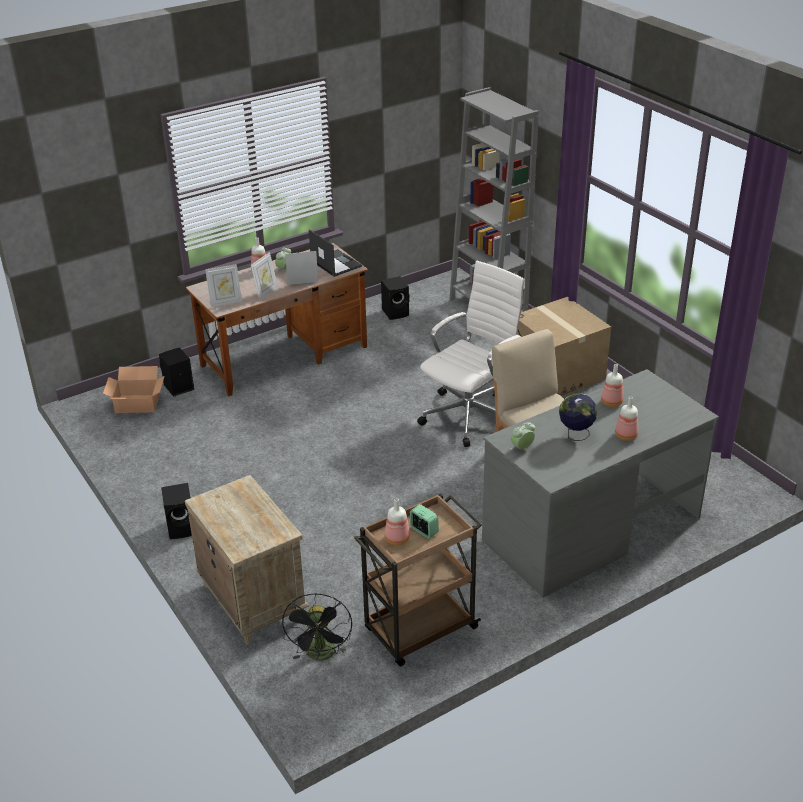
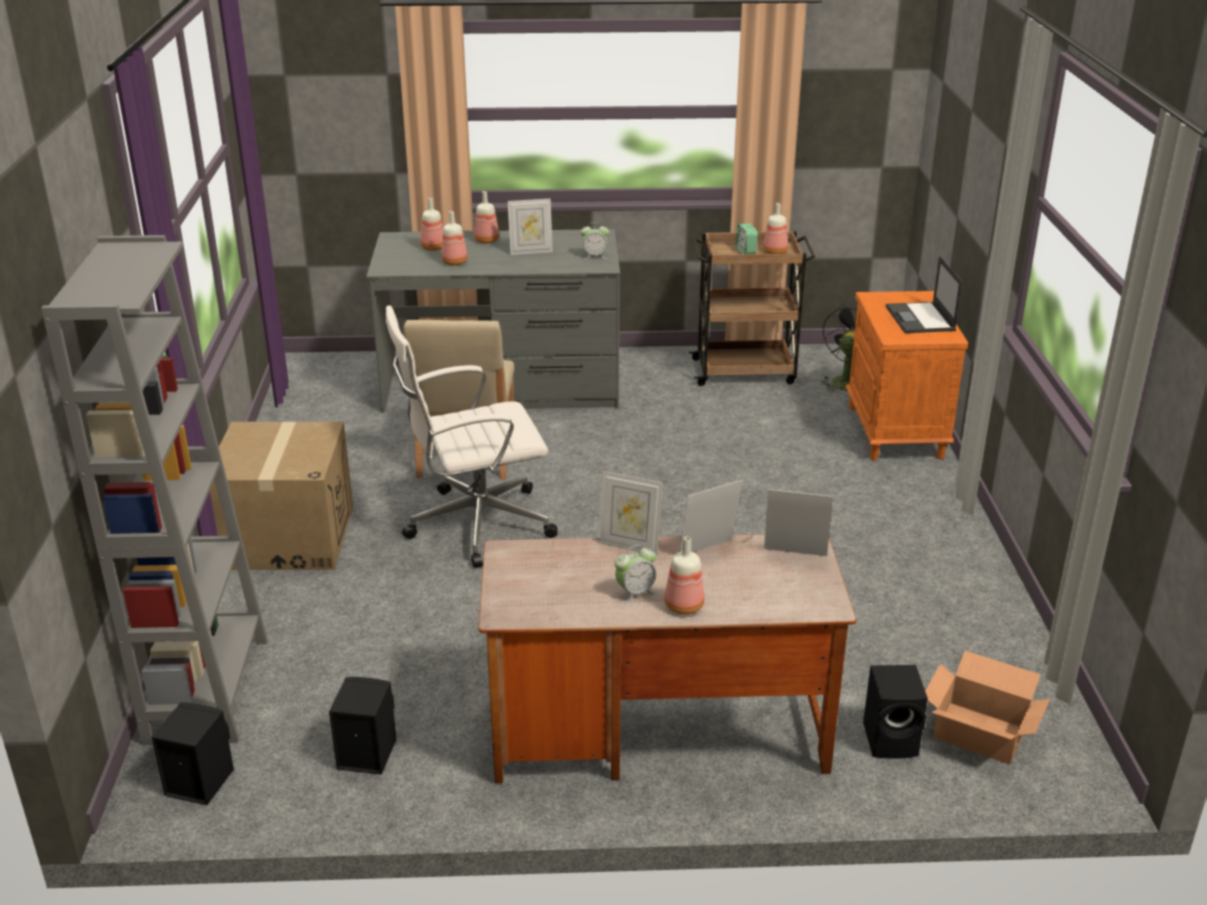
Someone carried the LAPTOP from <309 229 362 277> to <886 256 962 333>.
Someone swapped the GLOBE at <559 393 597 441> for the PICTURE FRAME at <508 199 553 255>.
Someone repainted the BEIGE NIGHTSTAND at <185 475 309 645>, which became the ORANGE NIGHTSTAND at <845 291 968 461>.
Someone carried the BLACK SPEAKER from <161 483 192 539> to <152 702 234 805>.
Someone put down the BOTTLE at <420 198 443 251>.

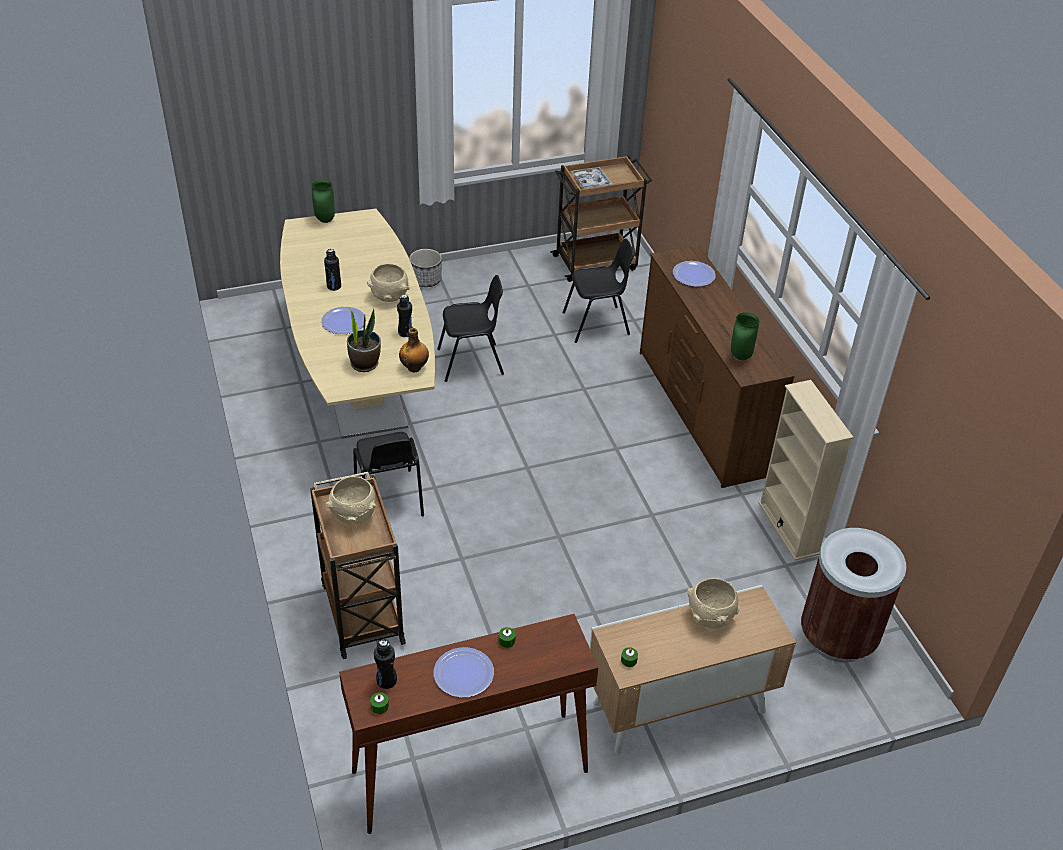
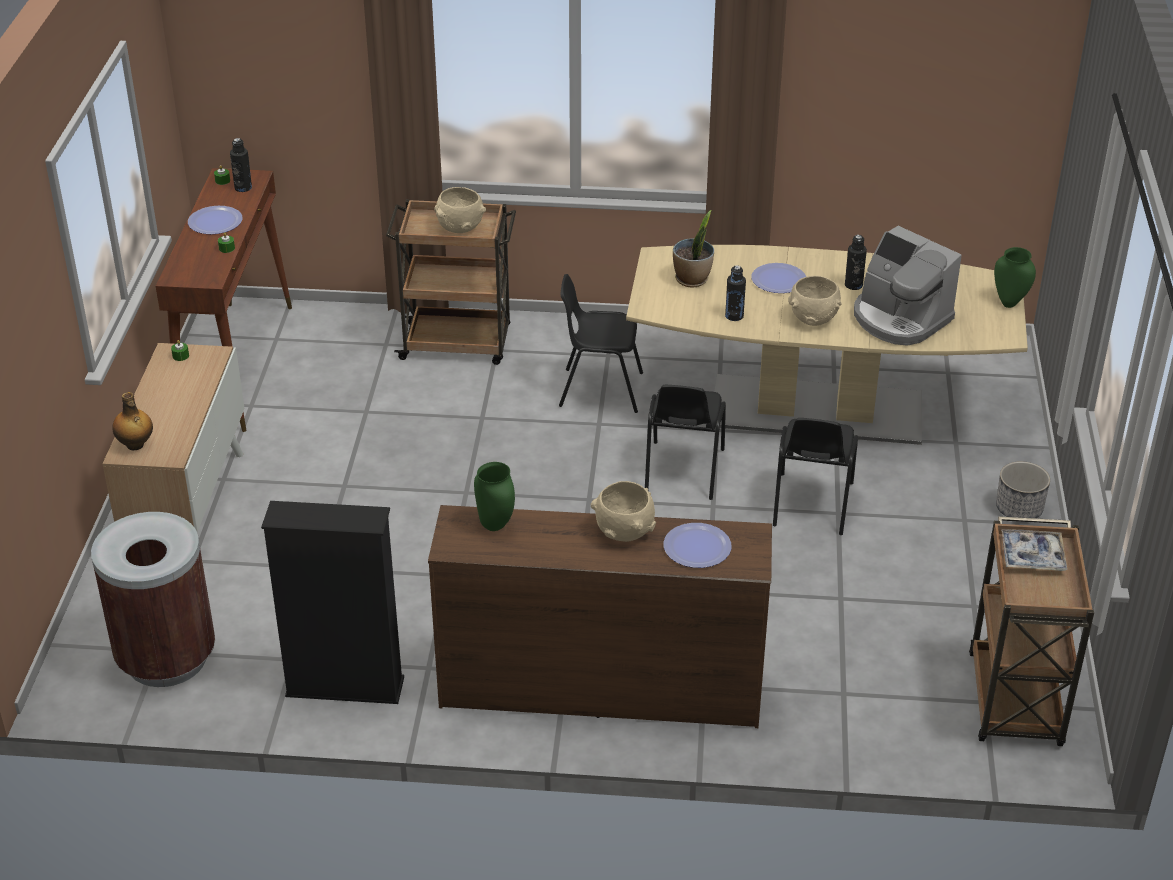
Someone carried the BLACK CHAIR from <563 239 635 343> to <645 385 726 500>.
Someone carried the BOTTLE from <399 328 429 372> to <112 392 153 450>.
Someone repainted the BEIGE BOOKCASE at <758 380 853 561>, which became the BLACK BOOKCASE at <261 501 404 704>.
Someone carried the BEIGE BOWL from <687 578 740 629> to <591 481 656 542>.
Someone put down the COFFEE MACHINE at <854 226 962 346>.

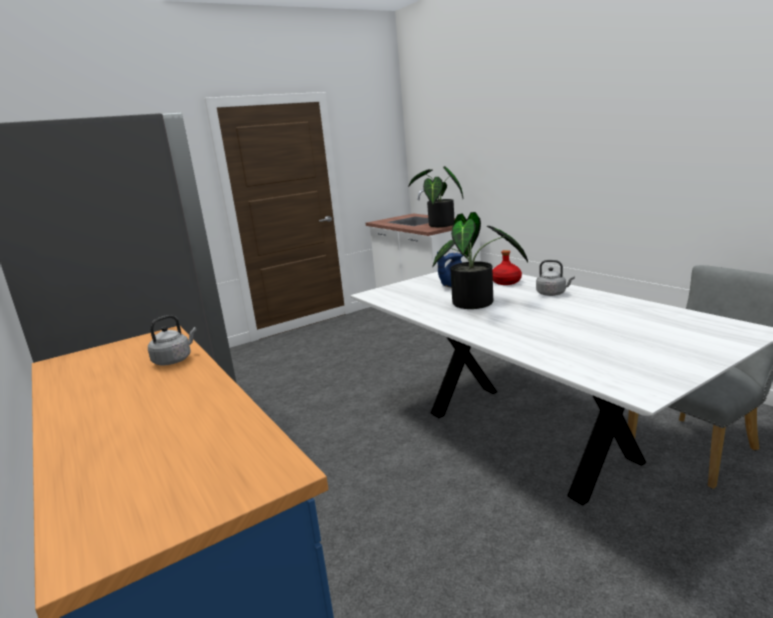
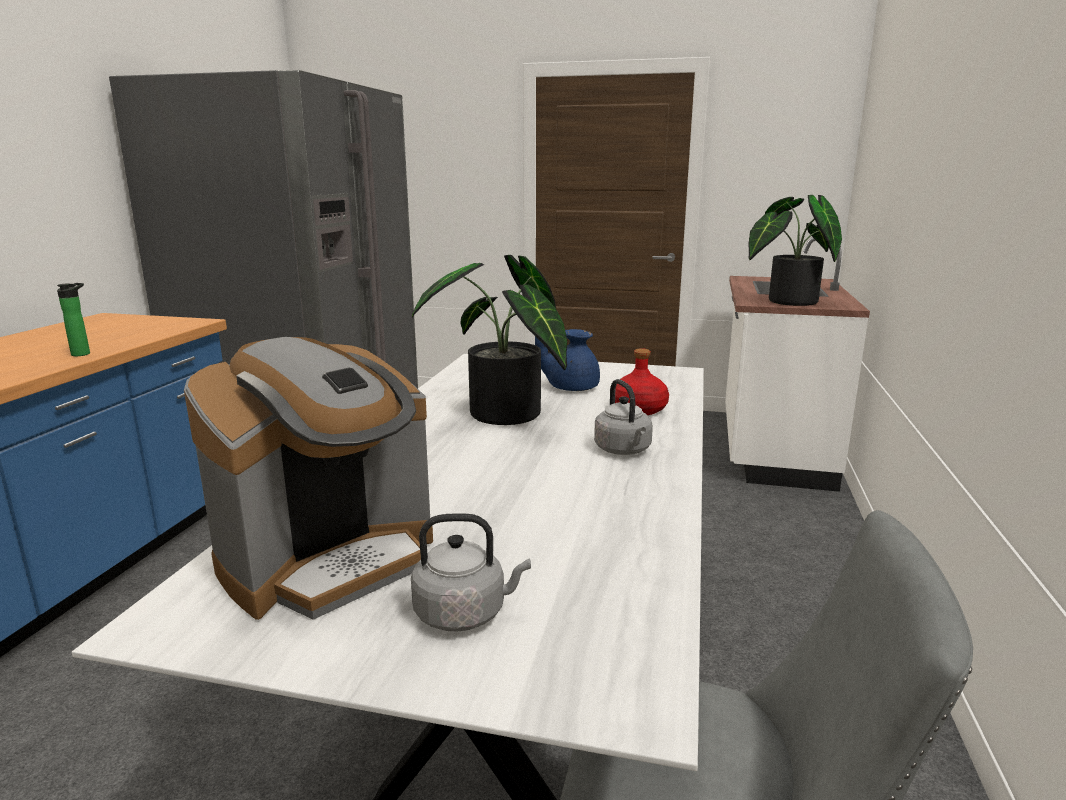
Someone carried the GREY KETTLE from <148 315 197 365> to <411 513 531 632>.
Someone put down the BOTTLE at <57 283 90 356>.
Someone put down the COFFEE MACHINE at <184 337 433 620>.

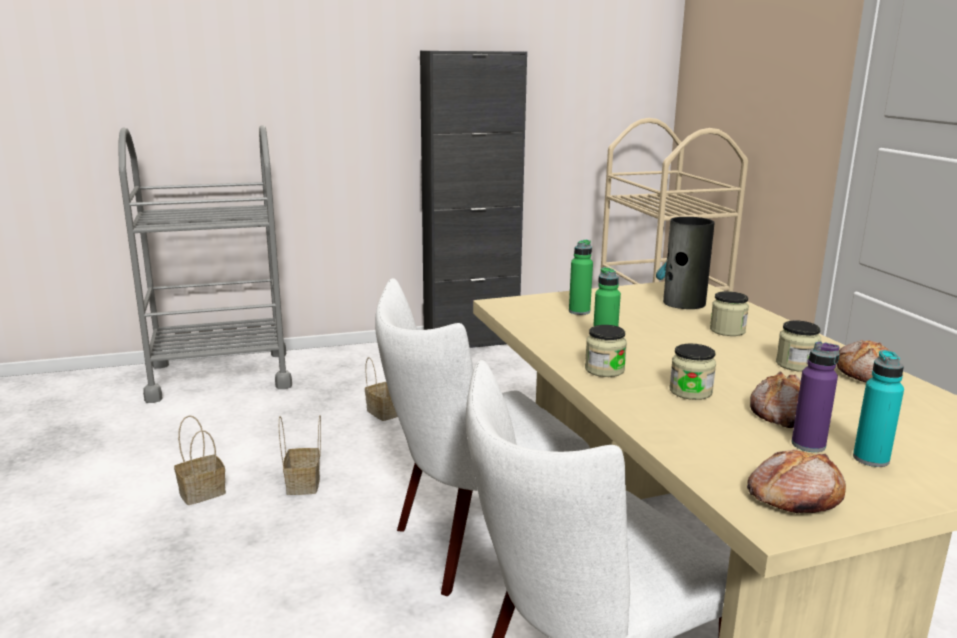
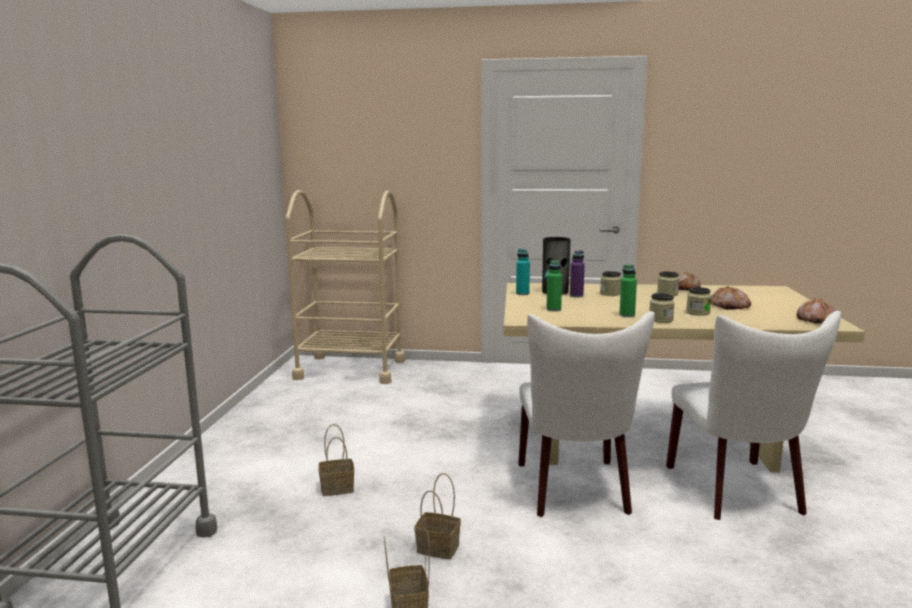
Someone took away the BLACK CABINET at <420 51 527 348>.
Someone carried the PURPLE BOTTLE from <791 341 840 452> to <570 250 585 298>.
Someone carried the TURQUOISE BOTTLE from <853 350 904 467> to <516 249 530 295>.

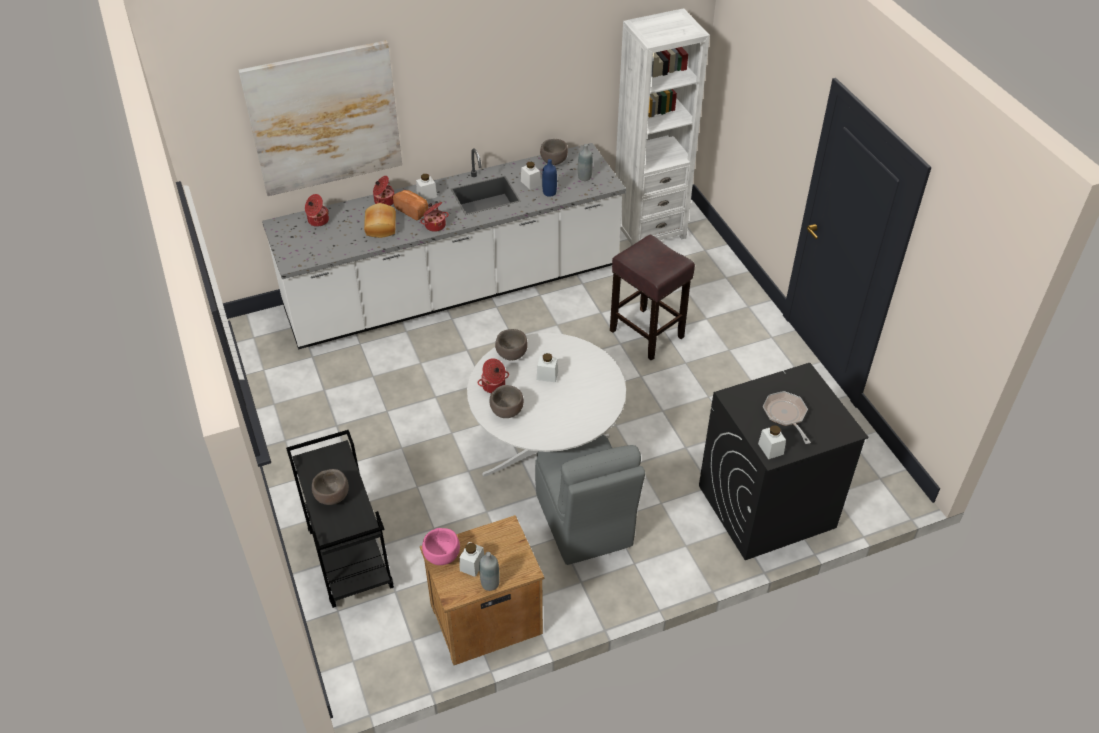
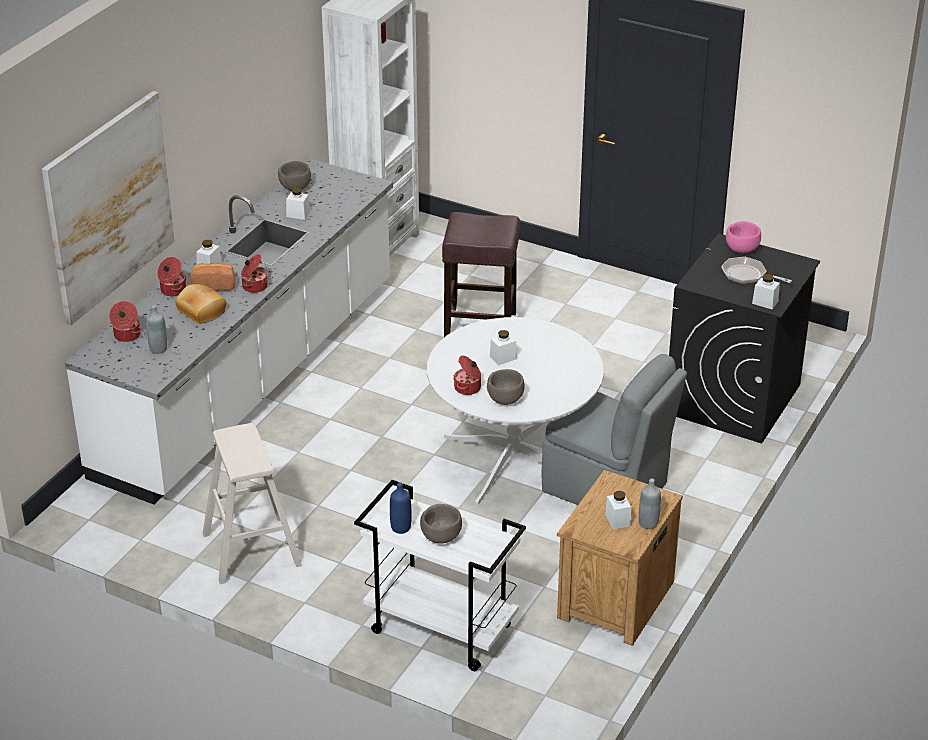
Someone carried the GREY BOTTLE from <578 144 593 181> to <146 305 167 354>.
Someone carried the BLUE BOTTLE from <542 159 557 197> to <390 482 412 534>.
Someone took away the BROWN BOWL at <495 329 528 361>.
Someone repainted the BLACK CART at <286 430 394 608>, which became the WHITE CART at <354 480 526 671>.
Someone carried the PINK BOWL from <422 528 460 565> to <726 221 761 253>.
Someone put down the BEIGE STOOL at <203 423 302 584>.

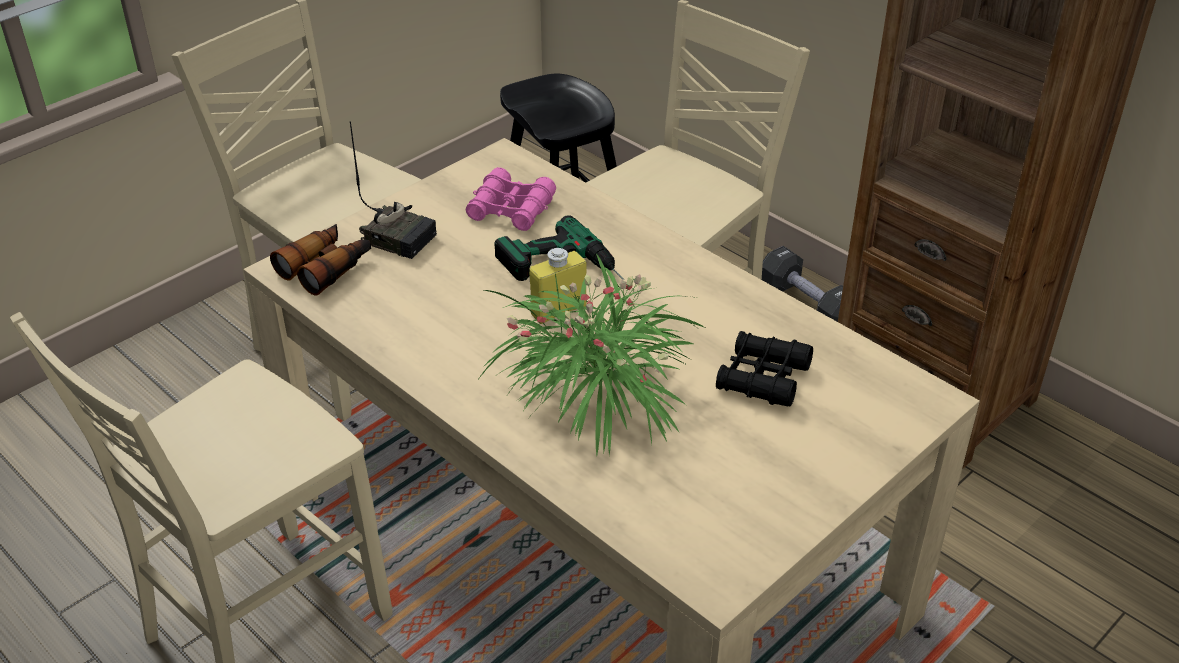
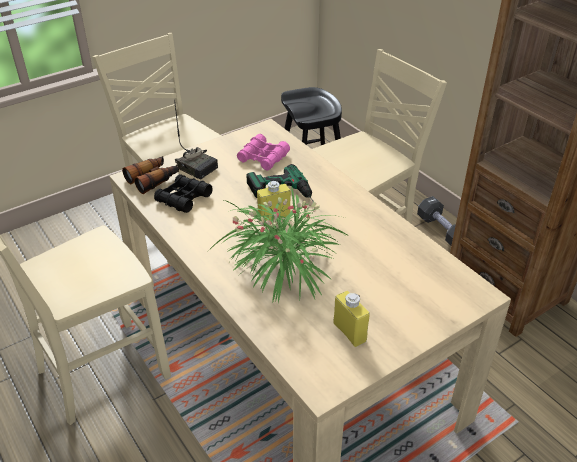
Someone carried the BLACK BINOCULARS from <716 331 813 406> to <154 174 212 213>.
Someone put down the YELLOW BOTTLE at <333 291 370 347>.

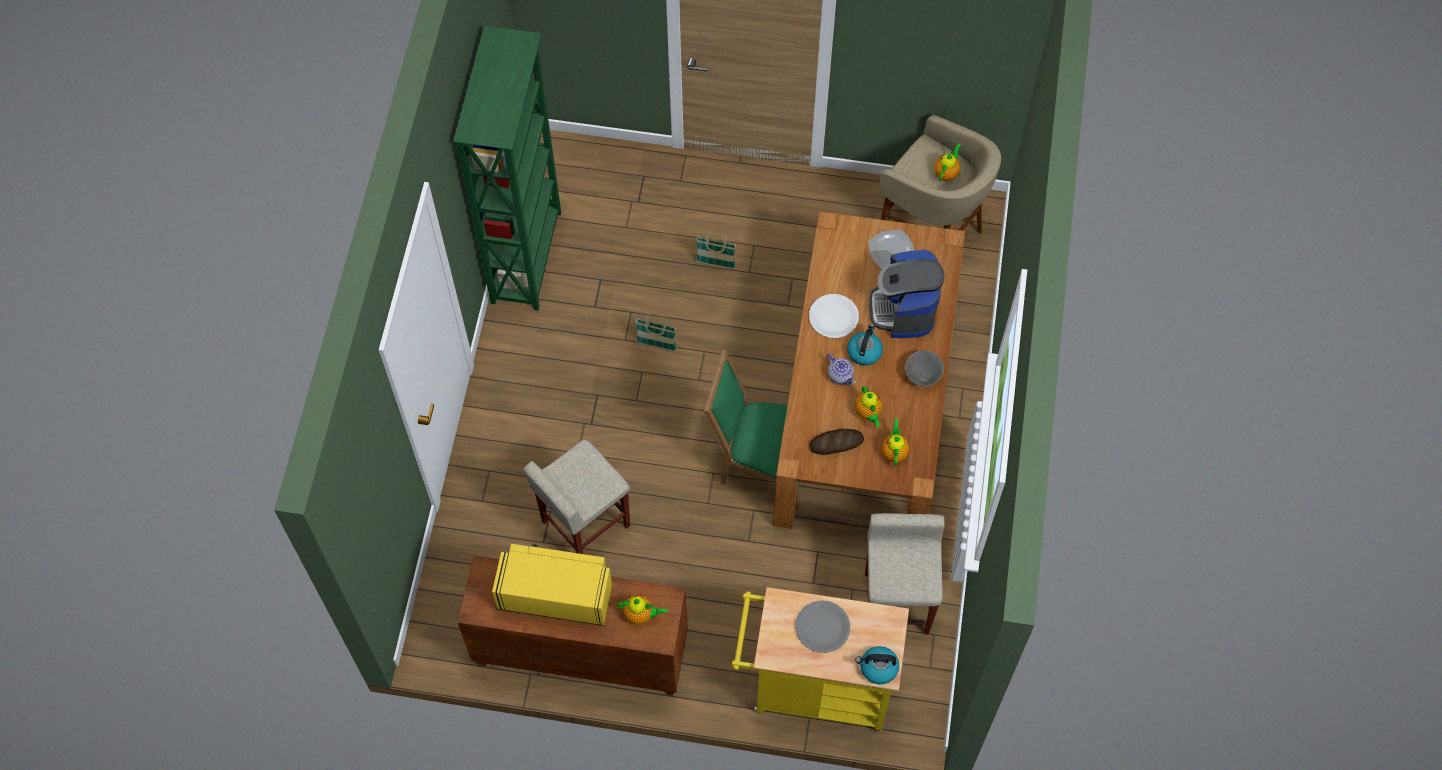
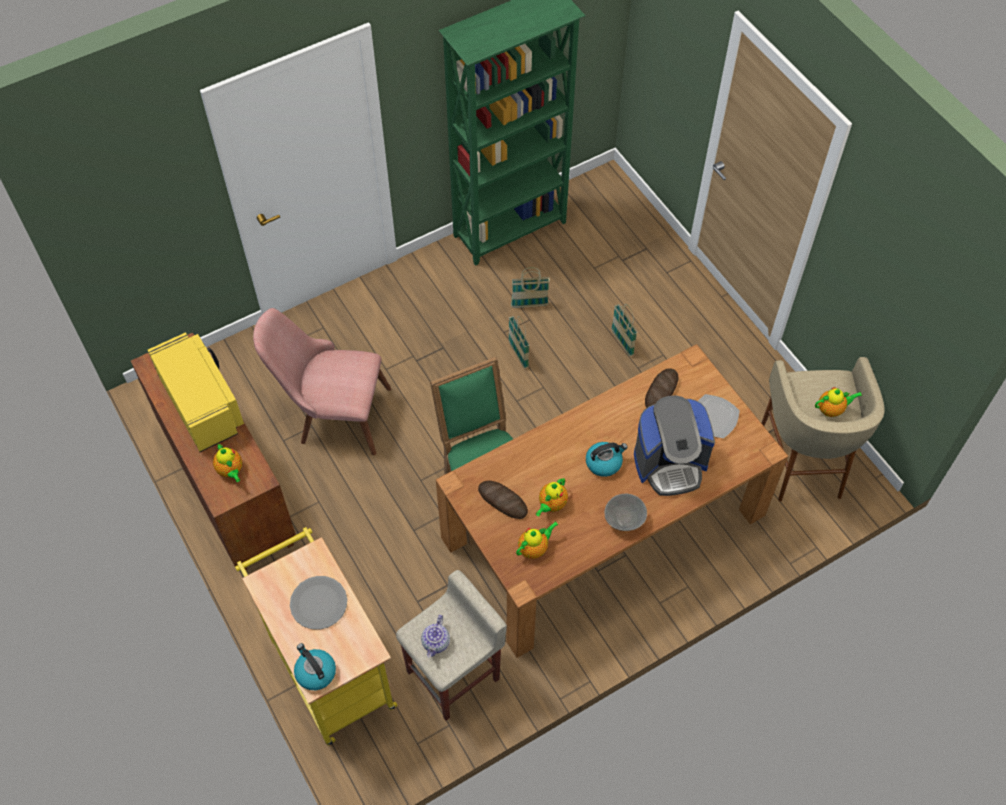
Someone rotated the COFFEE MACHINE at <869 250 945 338> by 150 degrees counterclockwise.
Someone took away the WHITE PLATE at <809 294 859 338>.
Someone carried the TEAPOT from <827 353 856 385> to <421 615 450 657>.
Someone swapped the BEIGE STOOL at <524 440 630 554> for the PINK CHAIR at <253 308 391 455>.
Someone put down the BASKET at <511 268 550 308>.
Someone put down the BREAD at <645 368 678 408>.

